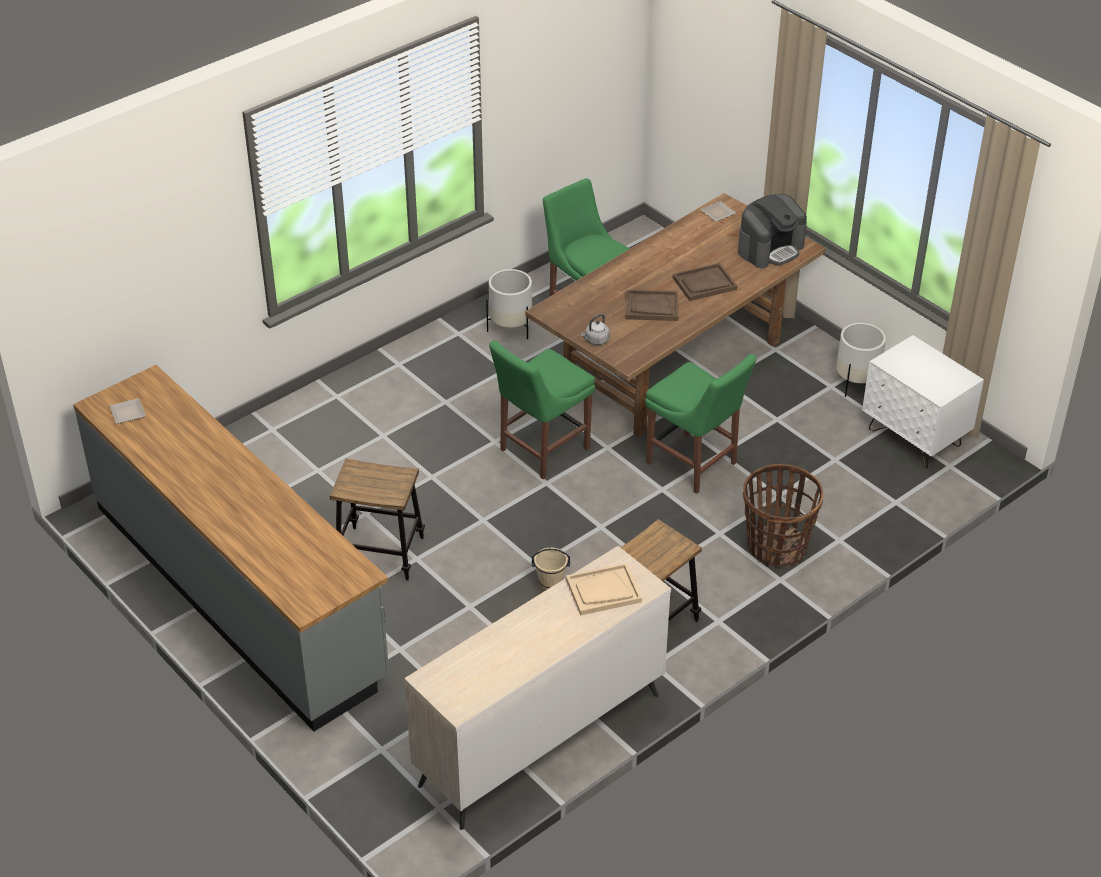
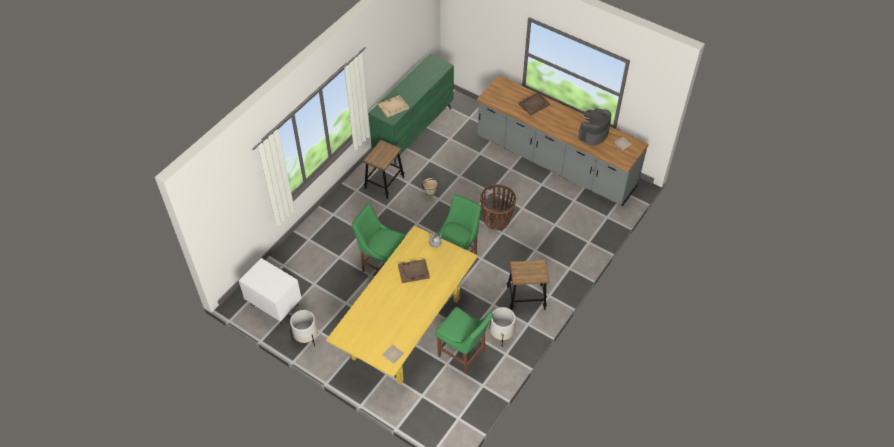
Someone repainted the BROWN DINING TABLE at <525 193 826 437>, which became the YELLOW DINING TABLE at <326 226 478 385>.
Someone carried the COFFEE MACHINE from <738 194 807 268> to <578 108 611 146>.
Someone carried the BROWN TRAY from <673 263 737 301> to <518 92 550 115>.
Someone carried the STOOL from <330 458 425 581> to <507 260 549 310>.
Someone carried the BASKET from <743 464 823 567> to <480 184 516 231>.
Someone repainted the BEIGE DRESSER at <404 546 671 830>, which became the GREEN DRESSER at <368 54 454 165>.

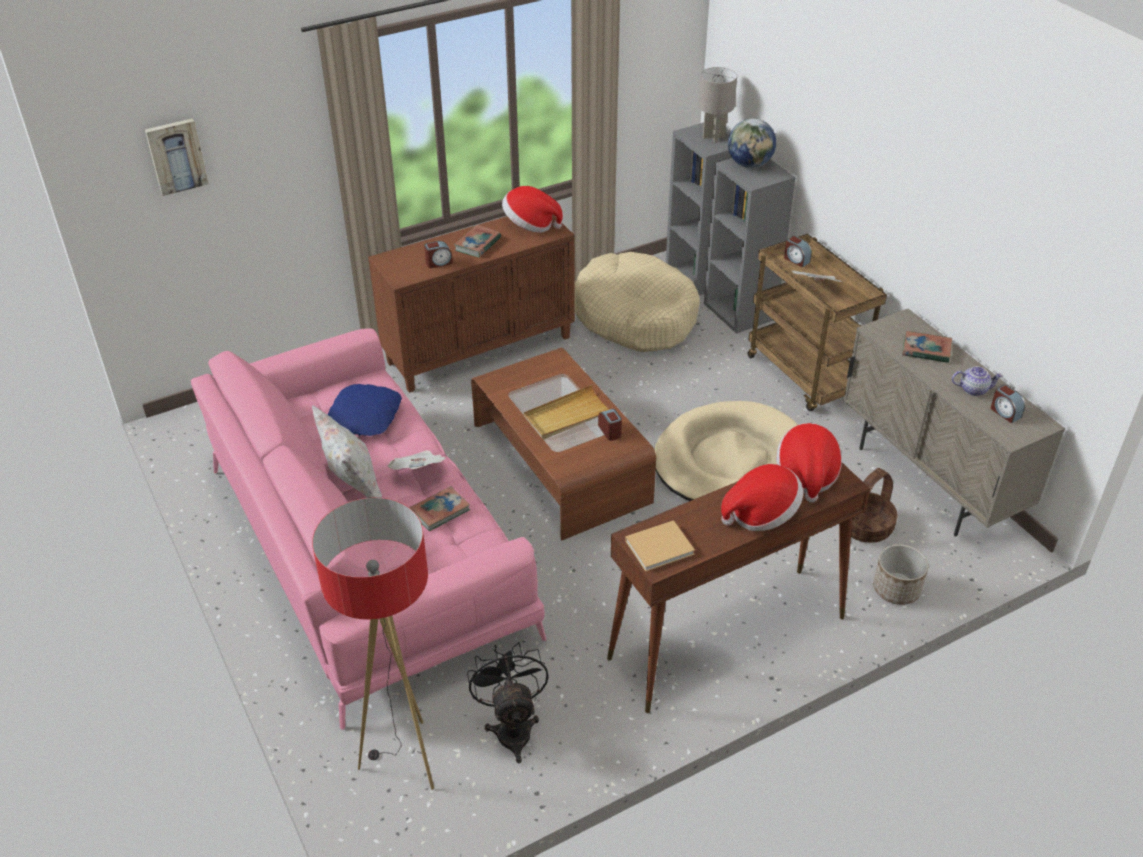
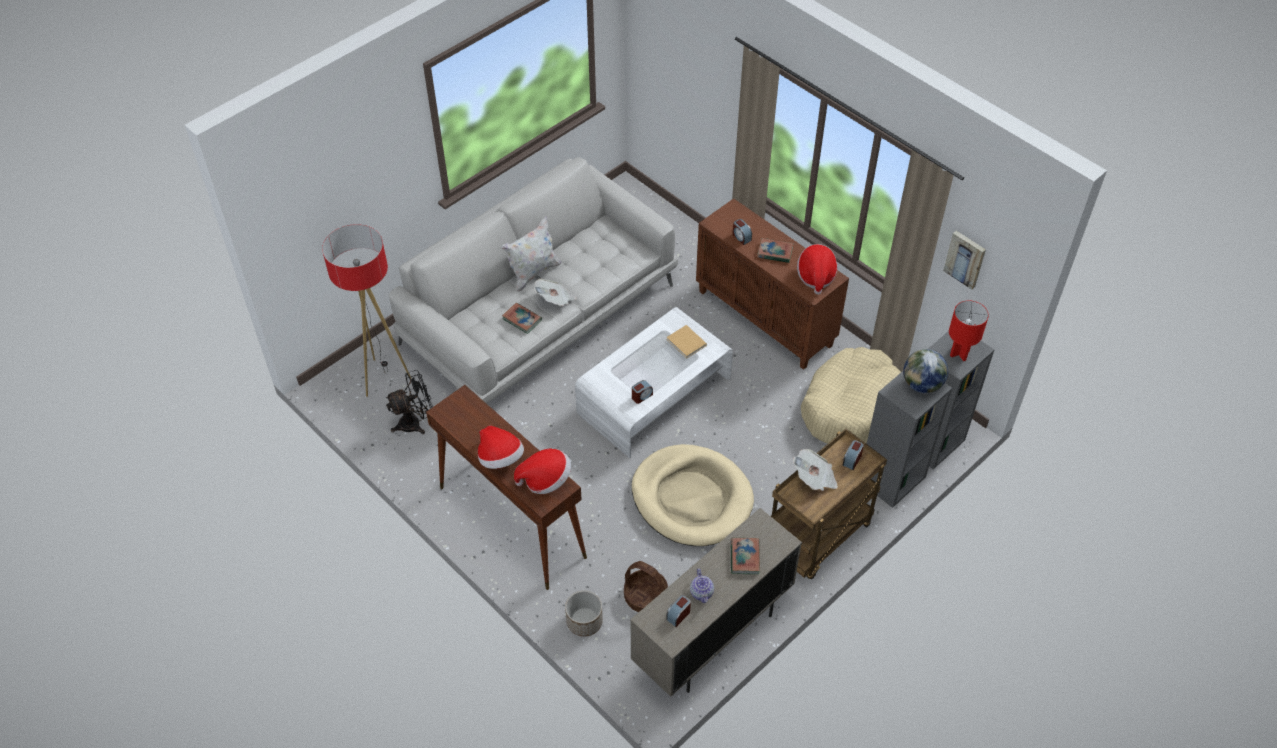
Someone repainted the GREY TABLE LAMP at <698 67 737 143>, which became the RED TABLE LAMP at <949 301 989 361>.
Someone carried the PICTURE from <145 119 208 196> to <943 231 986 290>.
Someone repainted the PINK SOFA at <191 328 546 730>, which became the WHITE SOFA at <389 157 678 404>.
Someone repainted the BROWN COFFEE TABLE at <471 348 656 540>, which became the WHITE COFFEE TABLE at <575 307 733 458>.
Someone took away the BLUE PILLOW at <327 384 402 436>.
Someone took away the BEIGE TRAY at <524 385 609 439>.
Someone carried the BEIGE BOOK from <625 520 695 572> to <666 325 707 358>.

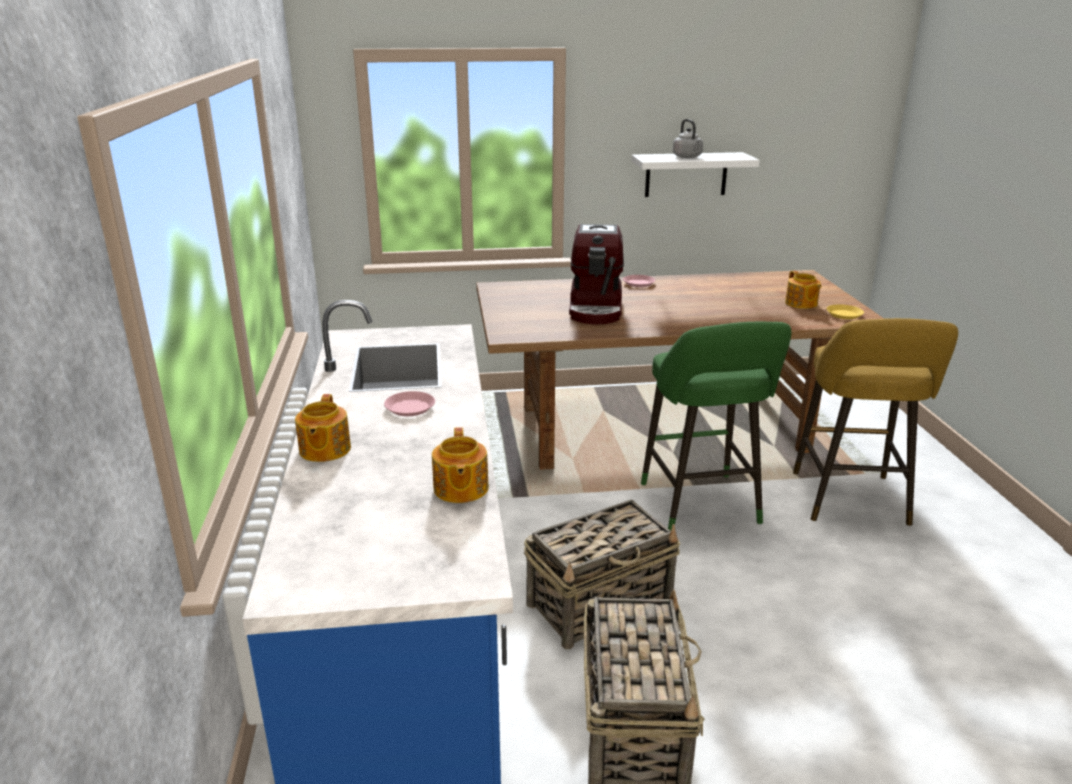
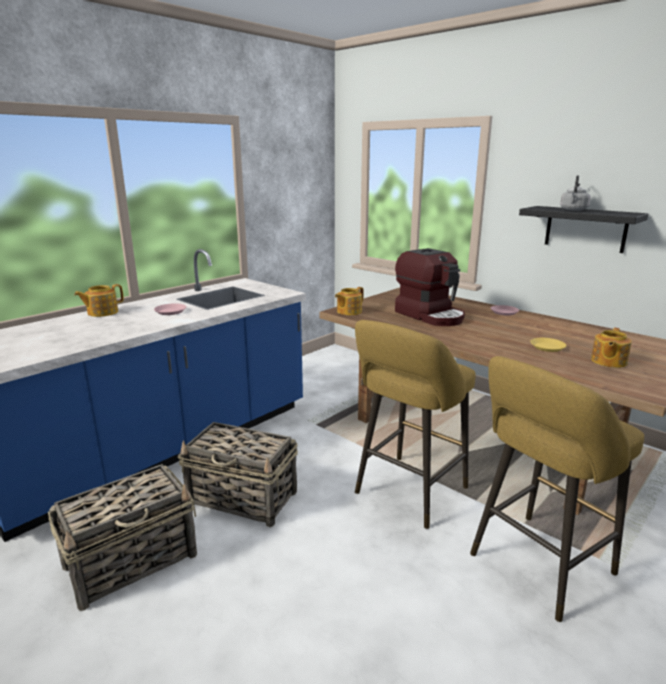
Someone repainted the WHITE SHELF at <631 152 760 197>, which became the BLACK SHELF at <519 206 648 253>.
Someone rotated the COFFEE MACHINE at <569 224 624 324> by 90 degrees counterclockwise.
Someone carried the YELLOW PLATE from <827 304 864 319> to <530 338 566 352>.
Someone repainted the GREEN STOOL at <641 322 791 531>, which became the YELLOW STOOL at <355 320 476 529>.
Someone carried the TEAPOT from <432 427 489 503> to <335 287 364 315>.

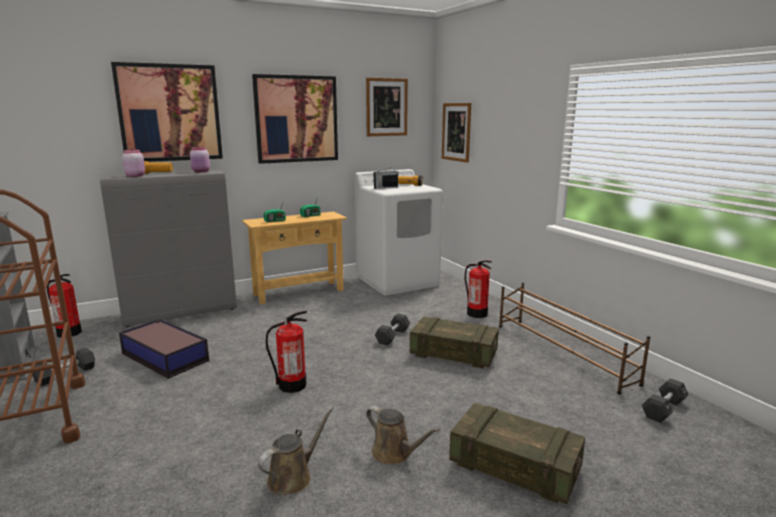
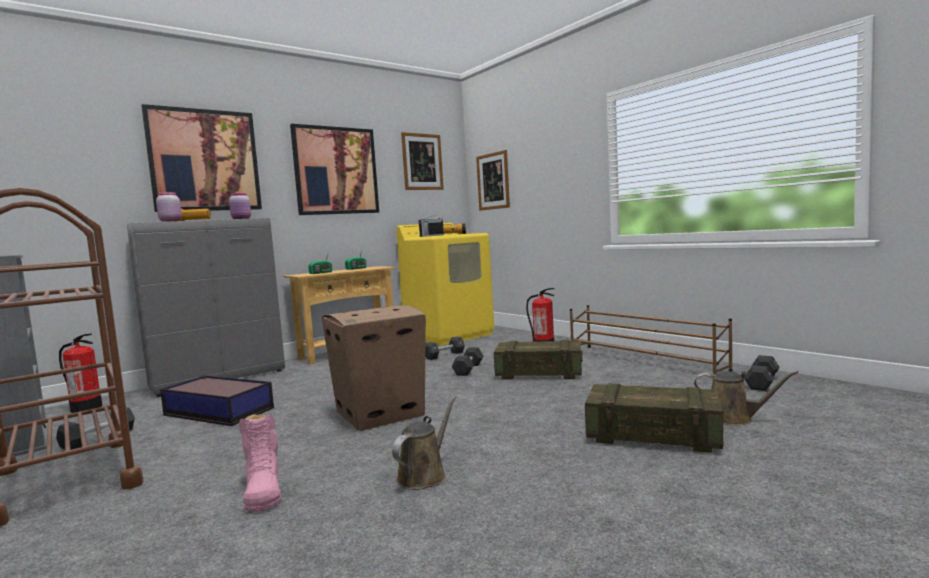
Someone repainted the WHITE WASHING MACHINE at <355 169 443 296>, which became the YELLOW WASHING MACHINE at <396 223 494 345>.
Someone swapped the FIRE EXTINGUISHER at <265 311 307 393> for the CARDBOARD BOX at <321 305 426 431>.
Someone carried the BROWN WATERING CAN from <366 406 440 465> to <694 371 799 425>.
Someone put down the BLACK DUMBBELL at <425 336 465 360>.
Someone put down the PINK BOOT at <239 414 281 512>.

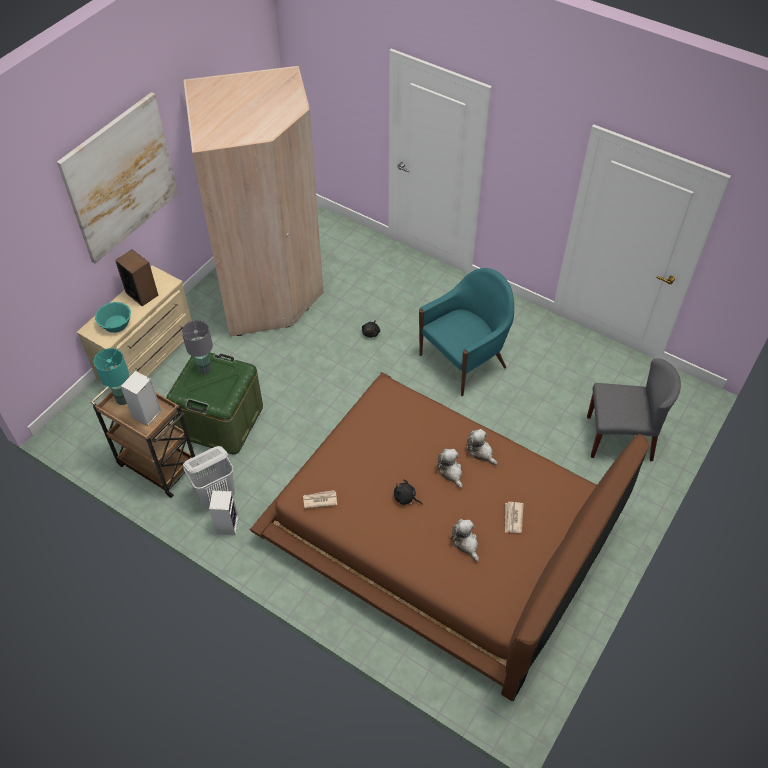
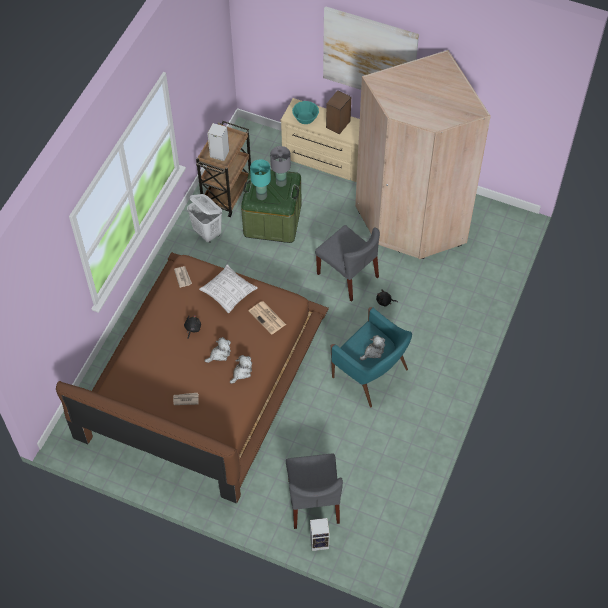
Someone carried the TURQUOISE TABLE LAMP from <94 348 129 405> to <250 159 271 200>.
Someone carried the SPEAKER from <209 490 239 535> to <310 518 330 551>.
Someone carried the PLUSH TOY from <451 519 479 562> to <360 335 385 361>.
Someone put down the GREY CHAIR at <315 225 380 302>.
Someone put down the PILLOW at <199 264 258 314>.
Someone put down the NEWSPAPER at <249 301 286 335>.

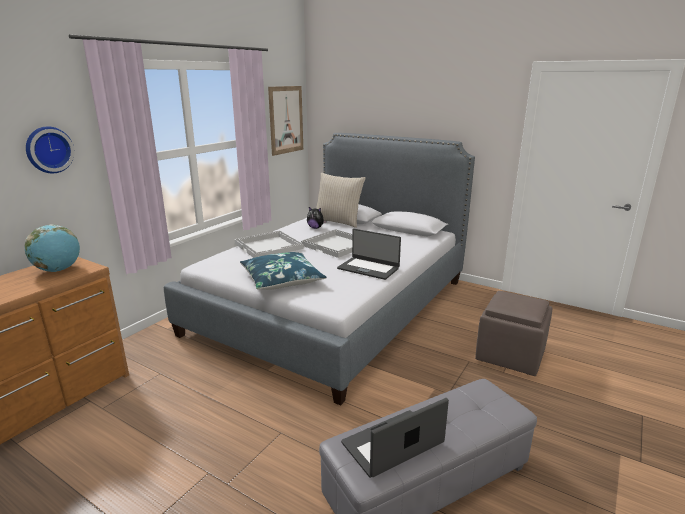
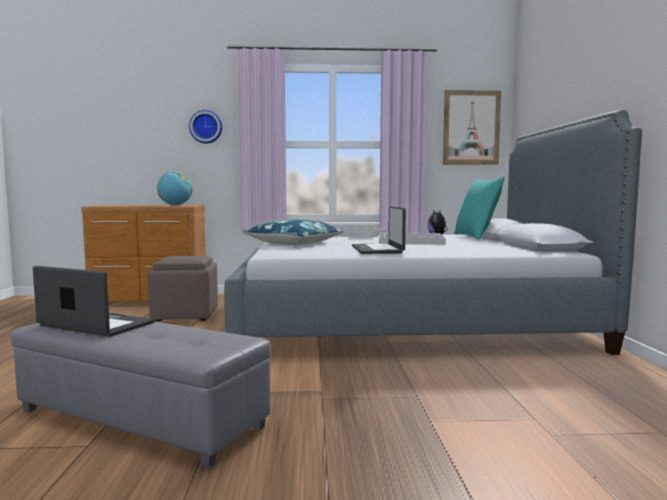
Someone repainted the BEIGE PILLOW at <316 173 366 228>, which became the TURQUOISE PILLOW at <454 177 505 240>.
Someone carried the BROWN OTTOMAN from <475 291 553 376> to <148 256 218 321>.

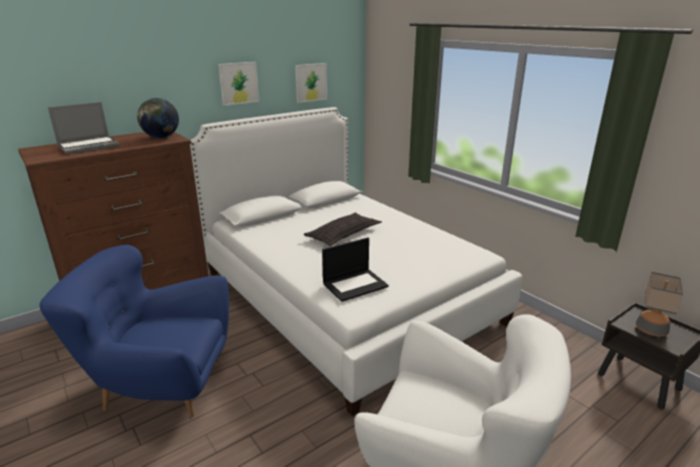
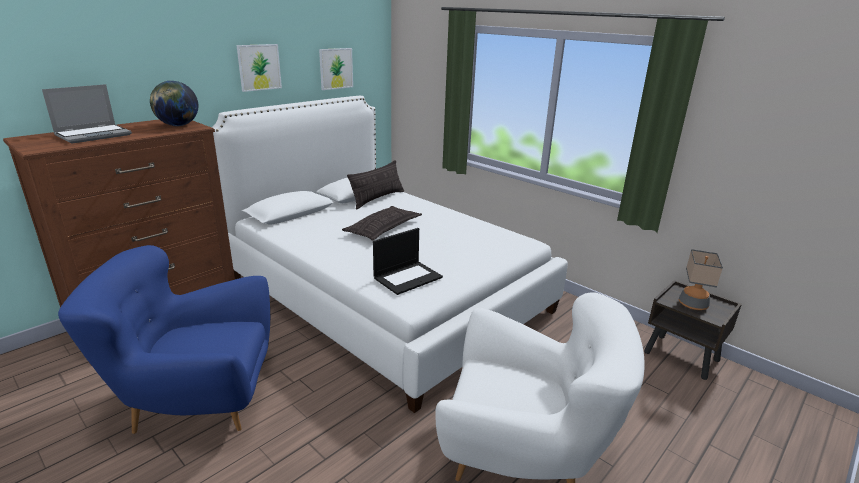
Someone put down the PILLOW at <347 160 404 209>.

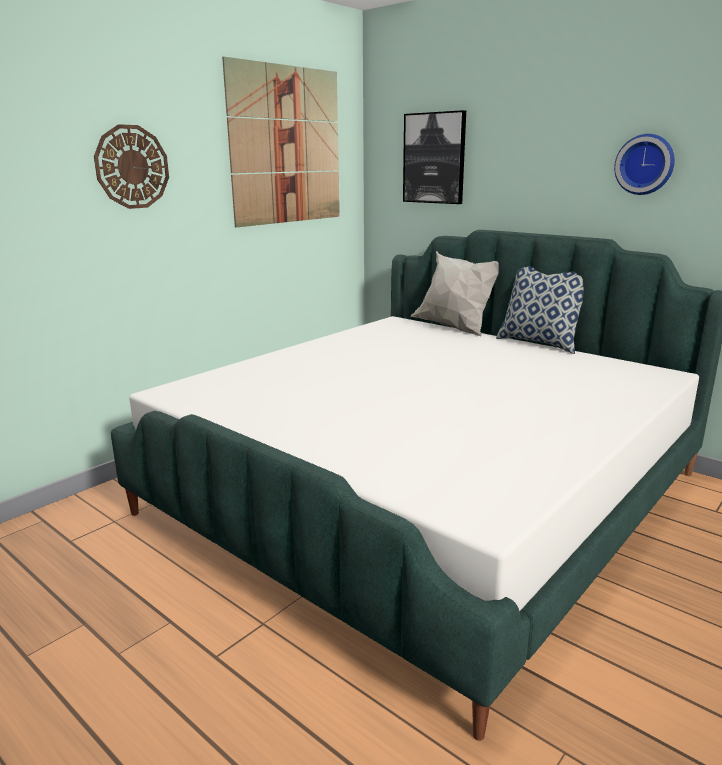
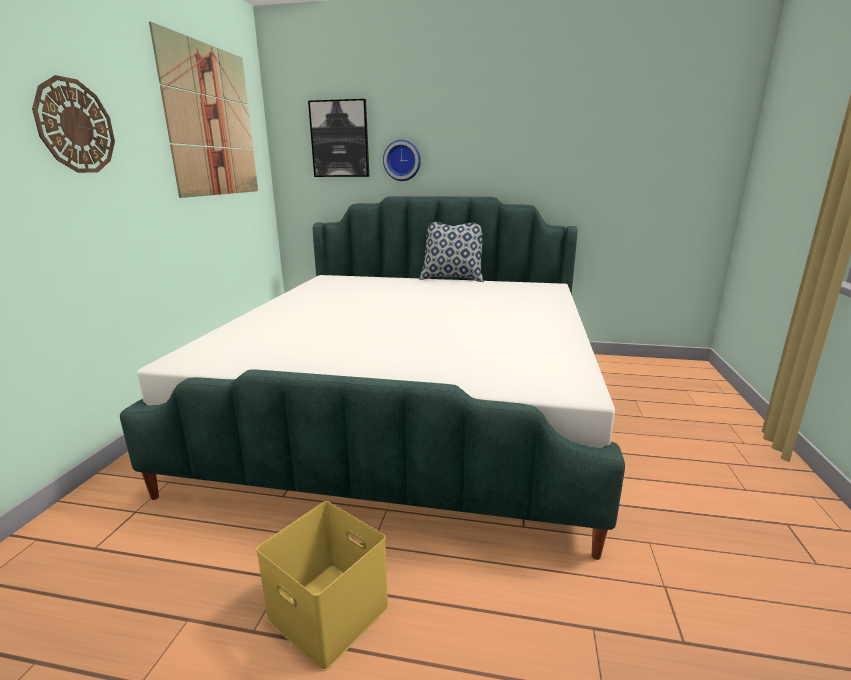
Someone carried the WALL CLOCK from <614 134 675 195> to <383 140 421 181>.
Someone took away the WHITE PILLOW at <411 251 499 336>.
Someone put down the YELLOW STORAGE BOX at <256 501 389 671>.

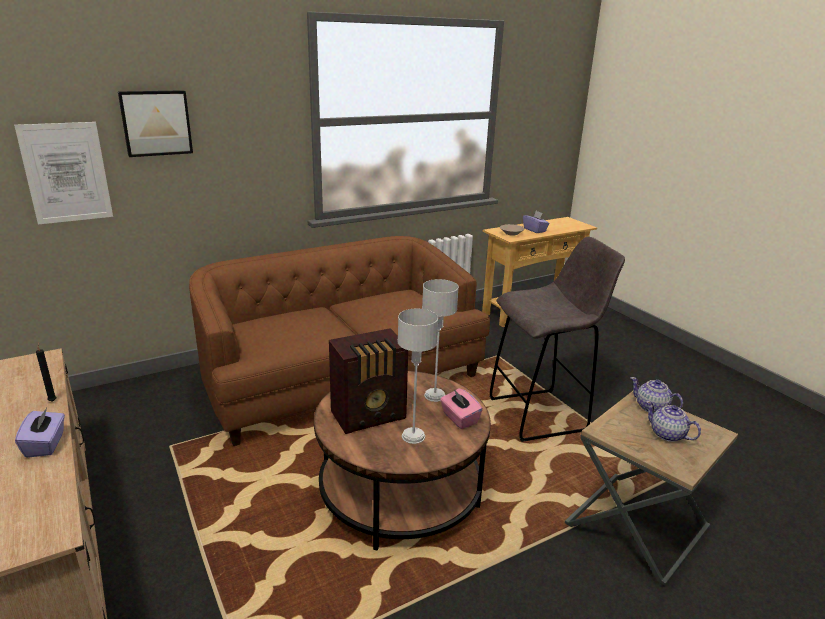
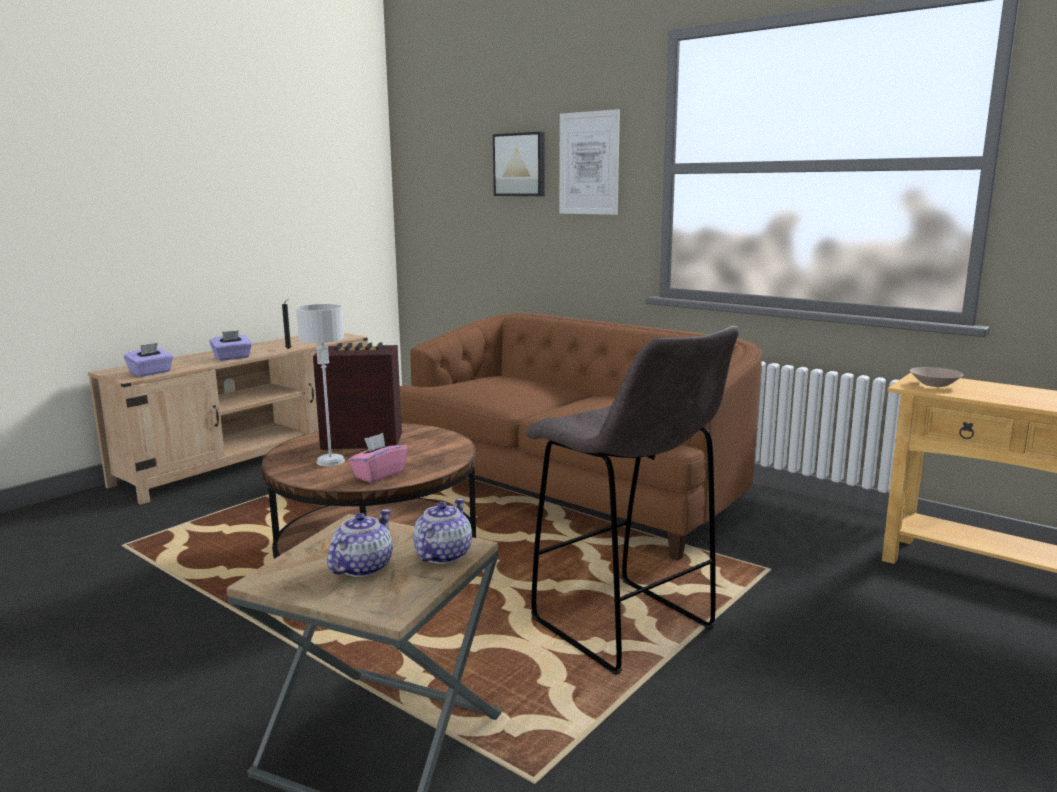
Someone carried the PICTURE from <14 122 113 225> to <559 109 620 215>.
Someone carried the PURPLE TISSUE BOX from <523 211 550 233> to <124 343 173 377>.
Someone took away the GREY TABLE LAMP at <422 279 459 402>.
Someone rotated the RADIO at <329 328 408 434> by 135 degrees clockwise.

